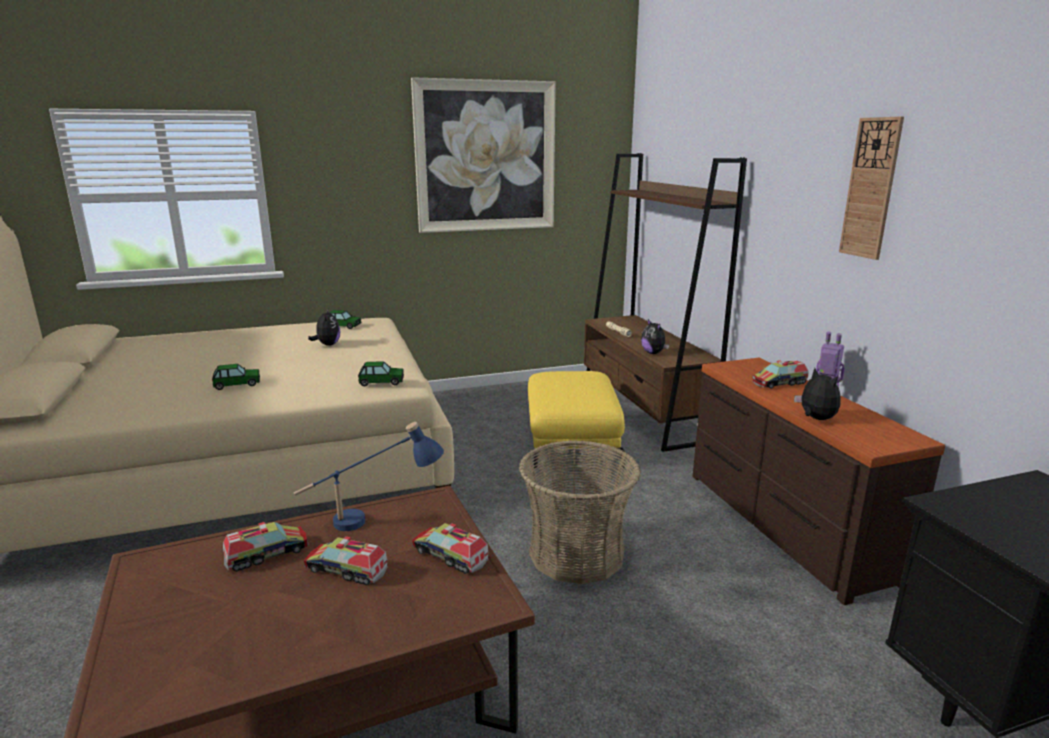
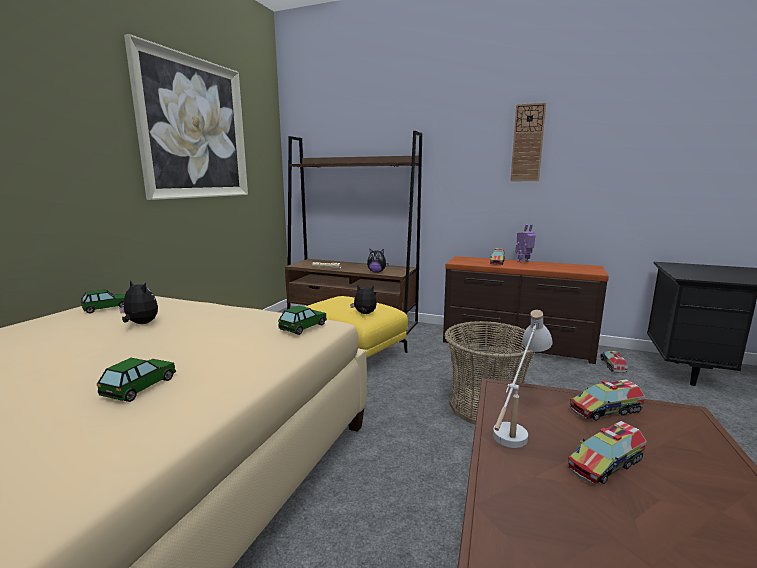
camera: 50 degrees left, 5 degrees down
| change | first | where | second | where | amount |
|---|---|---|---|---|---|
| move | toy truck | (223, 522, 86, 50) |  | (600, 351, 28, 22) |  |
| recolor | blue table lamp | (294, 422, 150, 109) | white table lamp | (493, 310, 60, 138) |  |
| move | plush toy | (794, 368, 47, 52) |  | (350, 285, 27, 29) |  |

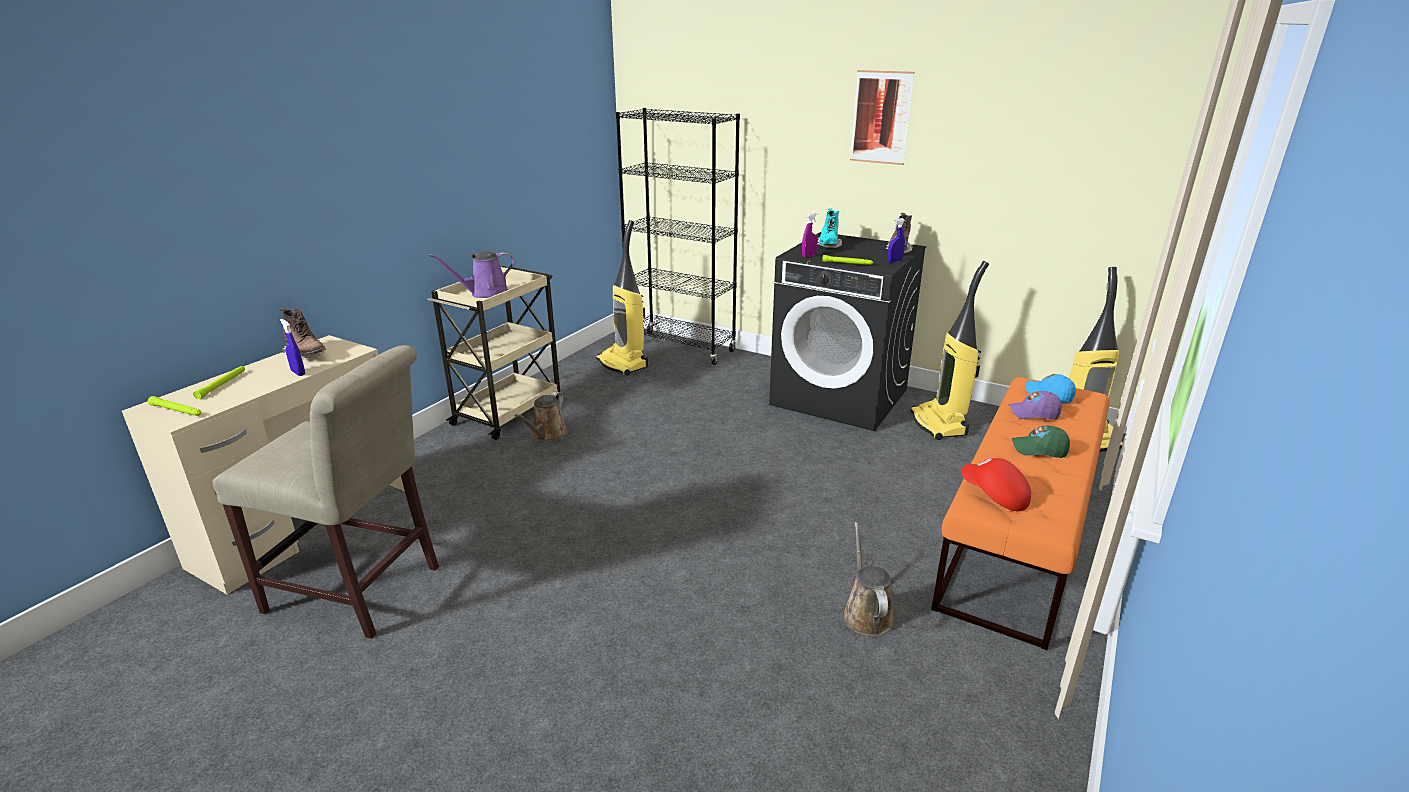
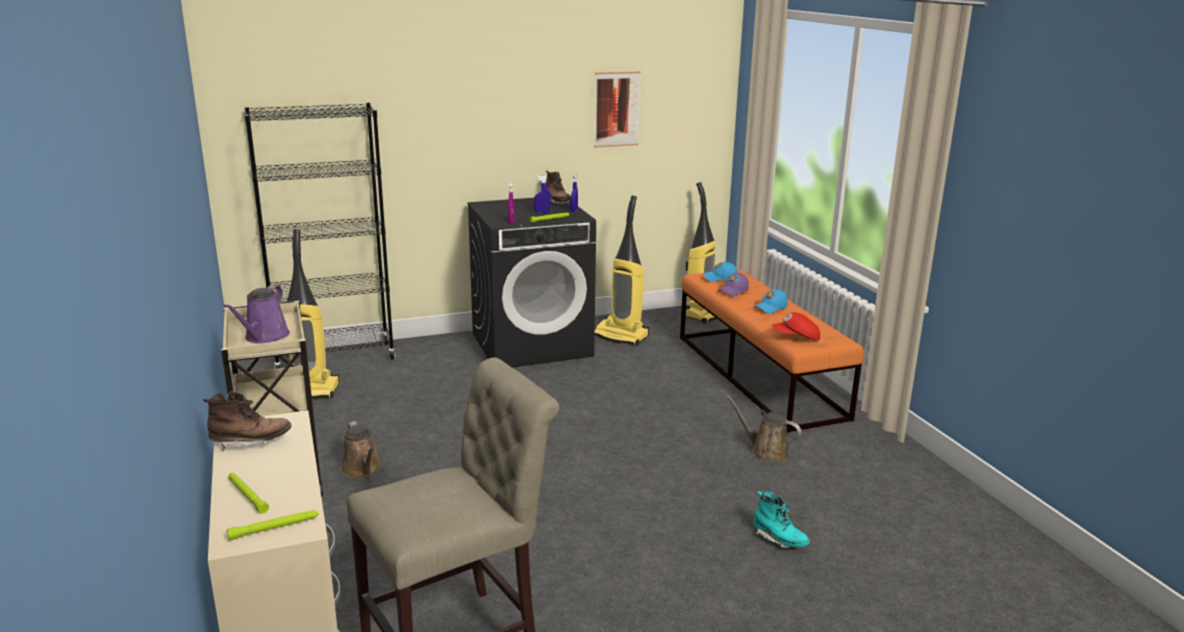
camera: 50 degrees left, 5 degrees down
| change | first | where | second | where | amount |
|---|---|---|---|---|---|
| move | blue spray bottle | (280, 319, 25, 57) |  | (534, 175, 17, 38) |  |
| move | turquoise boot | (817, 208, 25, 40) |  | (754, 491, 56, 56) |  |
| move | picture | (850, 70, 64, 95) |  | (594, 72, 47, 76) |  |
| recolor | green cap | (1012, 426, 58, 32) | blue cap | (753, 289, 35, 25) |  |

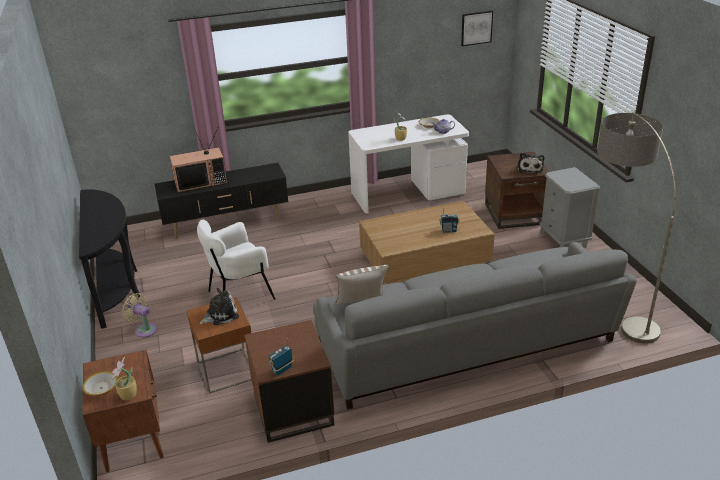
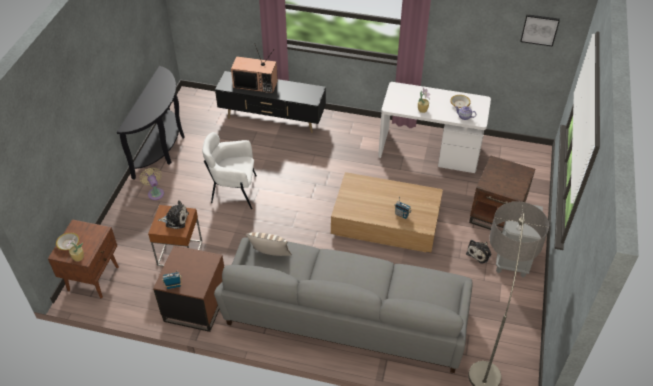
camera: 30 degrees right, 15 degrees up
| change | first | where | second | where | amount |
|---|---|---|---|---|---|
| move | plush toy | (518, 153, 26, 20) |  | (466, 240, 25, 24) |  |

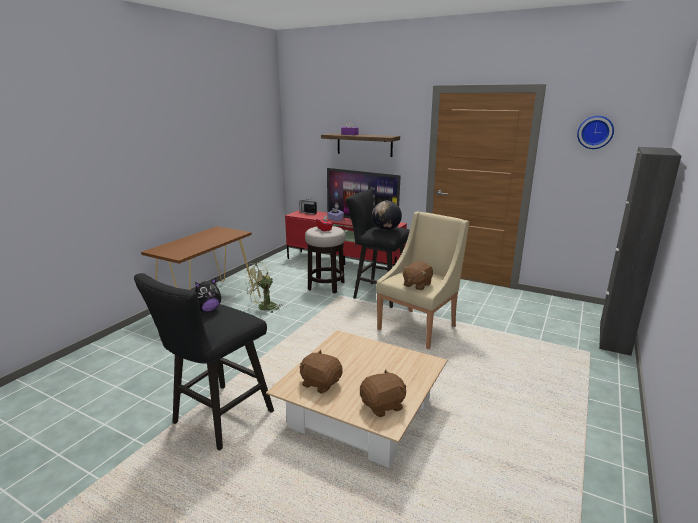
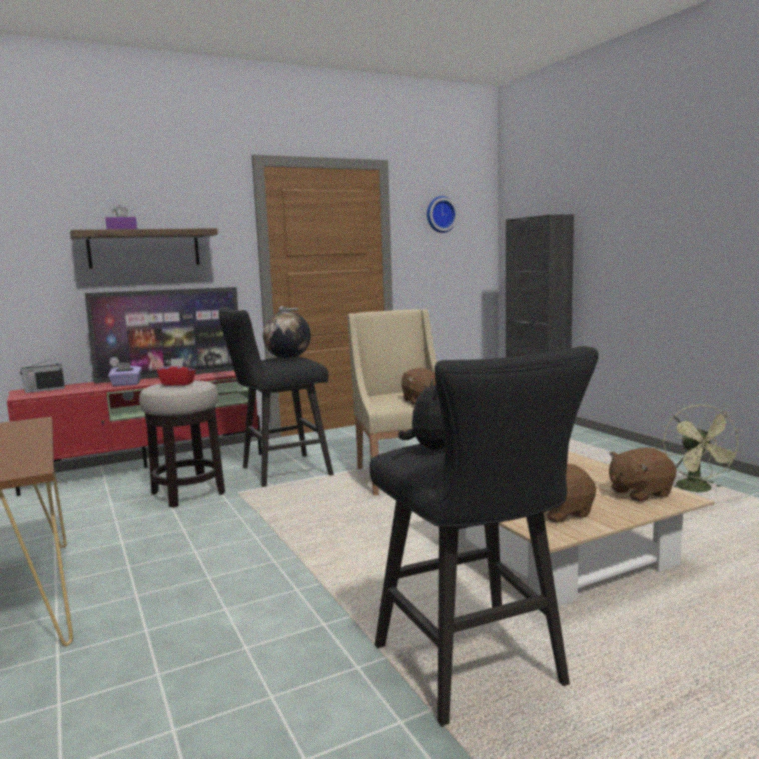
camera: 55 degrees left, 10 degrees down
| change | first | where | second | where | amount |
|---|---|---|---|---|---|
| move | green fan | (245, 262, 38, 51) |  | (663, 404, 80, 88) |  |
| rotate | brown plush toy | (360, 369, 46, 48) |  | (609, 448, 67, 54) | 120 degrees counterclockwise |

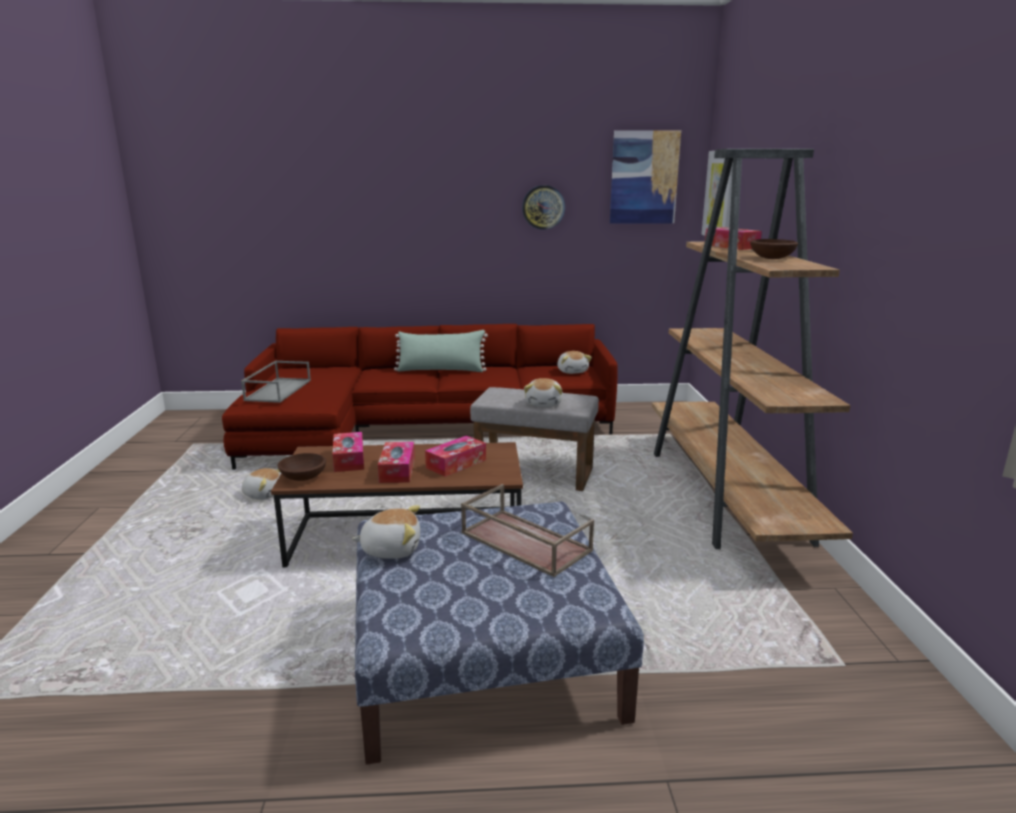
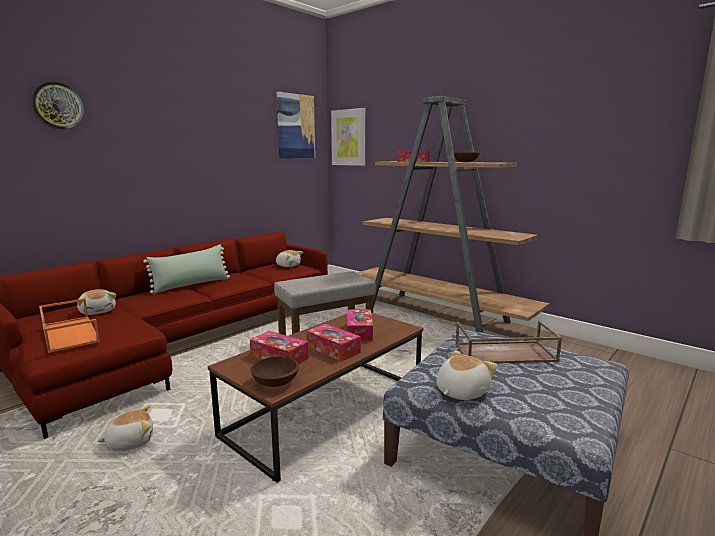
camera: 45 degrees left, 5 degrees down
| change | first | where | second | where | amount |
|---|---|---|---|---|---|
| recolor | grey tray | (241, 361, 70, 42) | orange tray | (39, 299, 61, 54) |  |
| move | wall clock | (522, 185, 43, 45) |  | (31, 81, 53, 49) |  |
| move | plush toy | (524, 378, 39, 29) |  | (77, 289, 39, 26) |  |

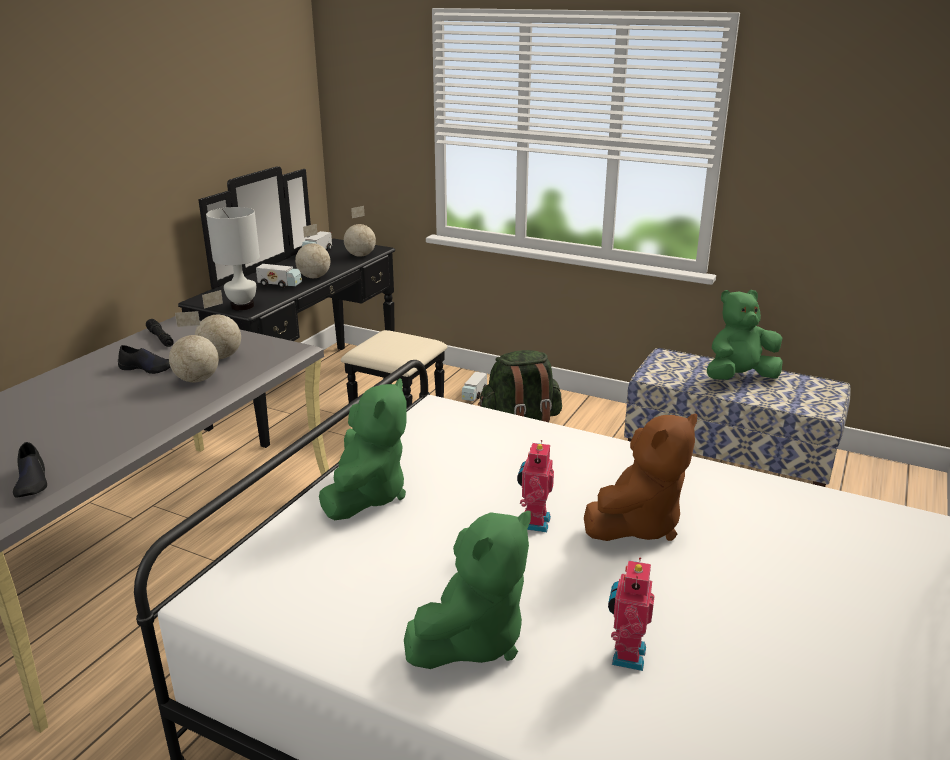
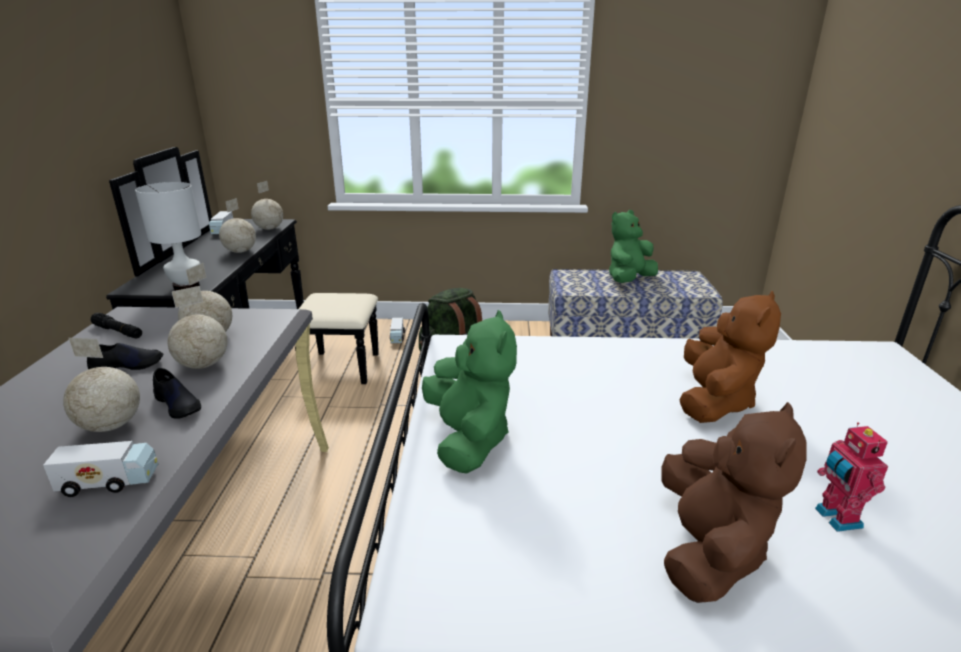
camera: 25 degrees left, 0 degrees up
| change | first | where | second | where | amount |
|---|---|---|---|---|---|
| move | black shoe | (13, 442, 34, 56) |  | (153, 368, 48, 51) |  |
| move | toy truck | (256, 264, 46, 24) |  | (43, 441, 115, 56) |  |
| recolor | green plush toy | (404, 511, 127, 158) | brown plush toy | (661, 402, 146, 201) |  |
| delete | toy robot | (517, 440, 37, 92) |  |  |  |
| insert |  |  | globe | (63, 338, 77, 94) |  |

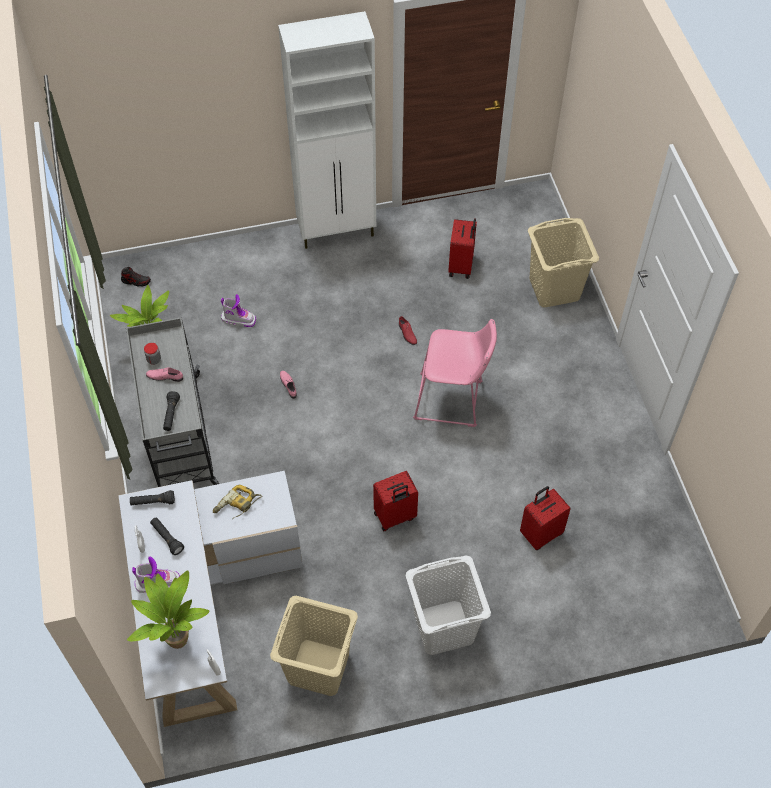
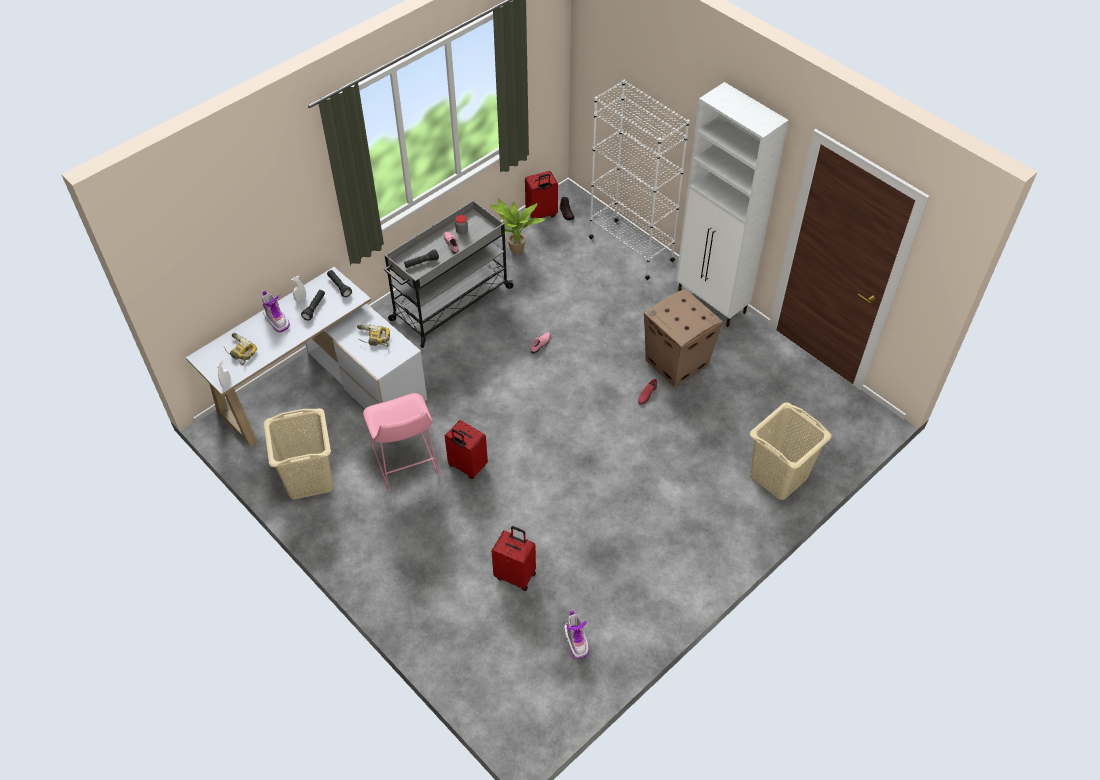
camera: 60 degrees right, 5 degrees down
| change | first | where | second | where | amount |
|---|---|---|---|---|---|
| replace | potted plant | (127, 570, 83, 79) | power drill | (224, 333, 33, 32) |  |
| move | boot | (221, 294, 35, 33) |  | (564, 610, 25, 49) |  |
| delete | white laundry basket | (406, 555, 85, 100) |  |  |  |
| move | pink stool | (413, 319, 84, 108) |  | (363, 393, 76, 98) |  |
| move | red suitcase | (448, 218, 29, 61) |  | (525, 171, 33, 48) |  |
| insert |  |  | white bookcase | (589, 79, 101, 201) |  |
| insert |  |  | cardboard box | (644, 289, 79, 98) |  |

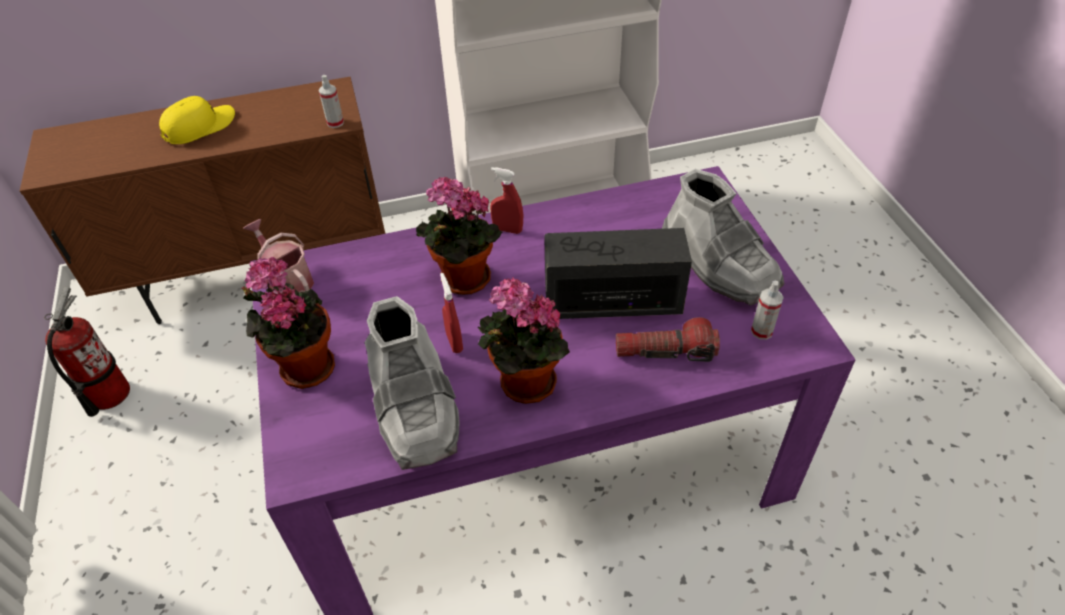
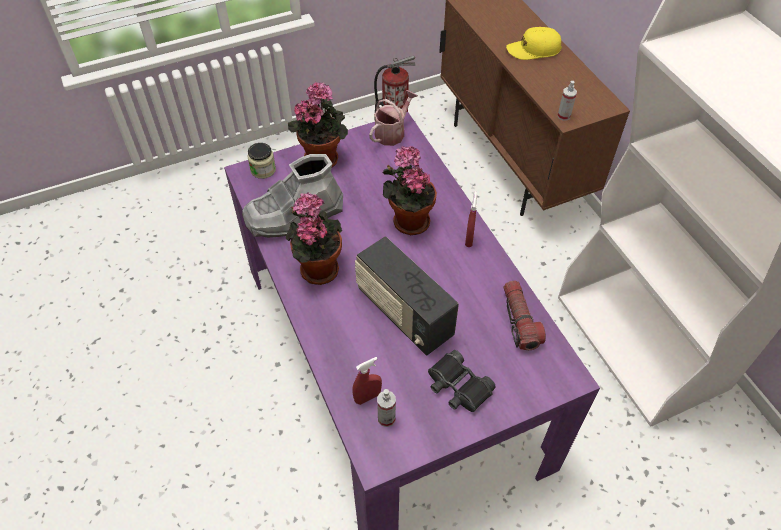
camera: 80 degrees right, 5 degrees up
| change | first | where | second | where | amount |
|---|---|---|---|---|---|
| rotate | yellow cap | (159, 96, 76, 48) |  | (506, 27, 56, 33) | 135 degrees clockwise |
| move | red spray bottle | (440, 273, 23, 80) |  | (352, 357, 30, 48) |  |
| rotate | radio | (544, 228, 148, 91) |  | (355, 236, 104, 120) | 150 degrees clockwise |
| move | flashlight | (616, 317, 104, 45) |  | (503, 280, 43, 70) |  |
| replace | grey boot | (662, 169, 123, 137) | black binoculars | (428, 350, 68, 62) |  |
| insert |  |  | jar | (248, 143, 28, 36) |  |

